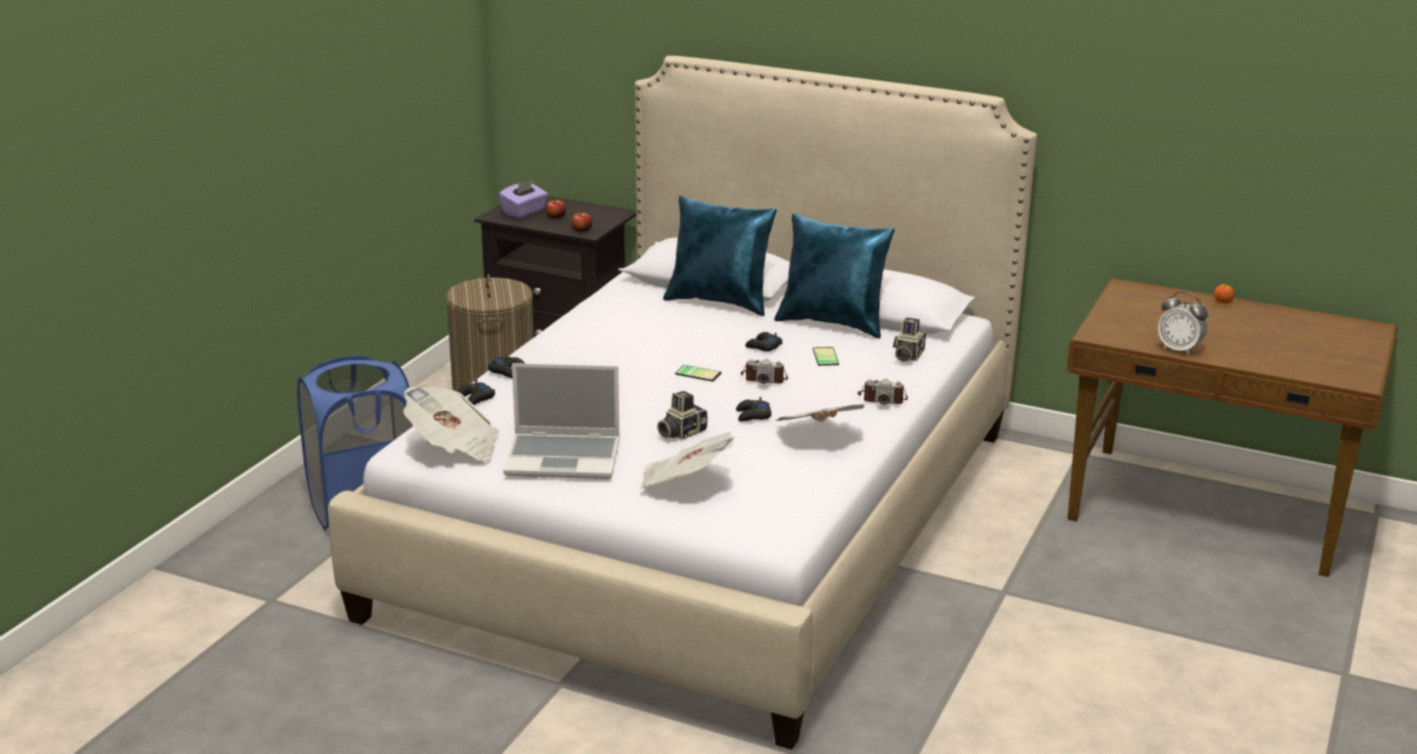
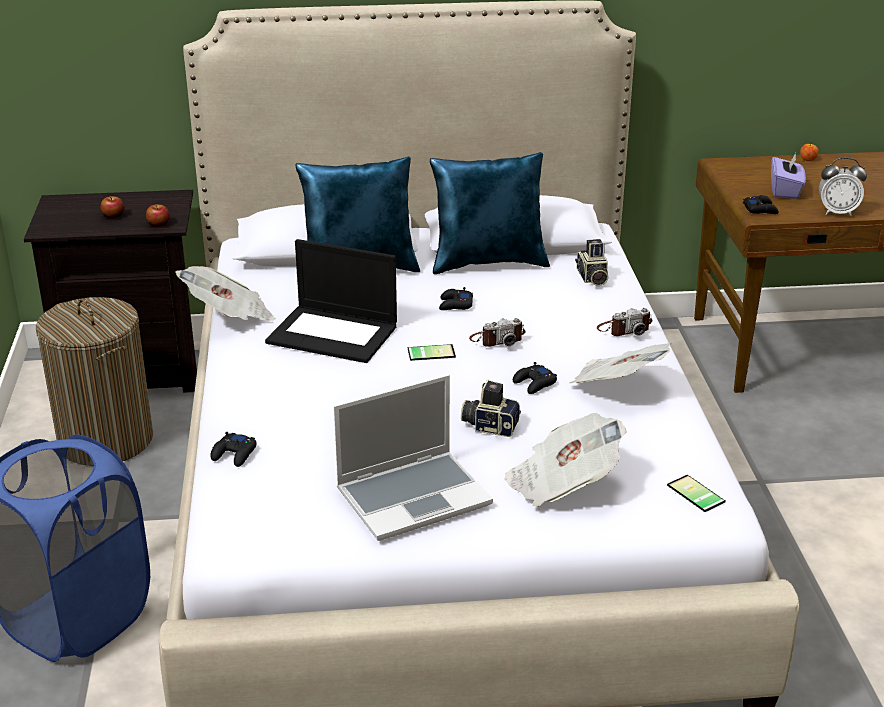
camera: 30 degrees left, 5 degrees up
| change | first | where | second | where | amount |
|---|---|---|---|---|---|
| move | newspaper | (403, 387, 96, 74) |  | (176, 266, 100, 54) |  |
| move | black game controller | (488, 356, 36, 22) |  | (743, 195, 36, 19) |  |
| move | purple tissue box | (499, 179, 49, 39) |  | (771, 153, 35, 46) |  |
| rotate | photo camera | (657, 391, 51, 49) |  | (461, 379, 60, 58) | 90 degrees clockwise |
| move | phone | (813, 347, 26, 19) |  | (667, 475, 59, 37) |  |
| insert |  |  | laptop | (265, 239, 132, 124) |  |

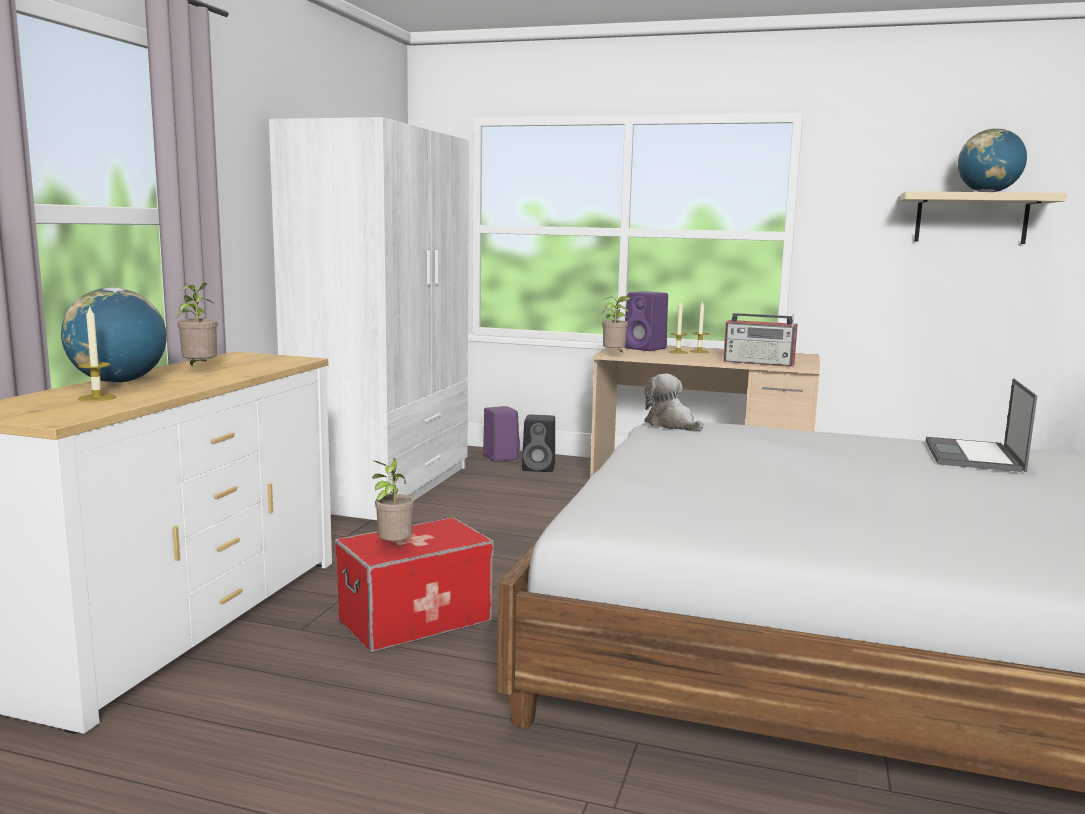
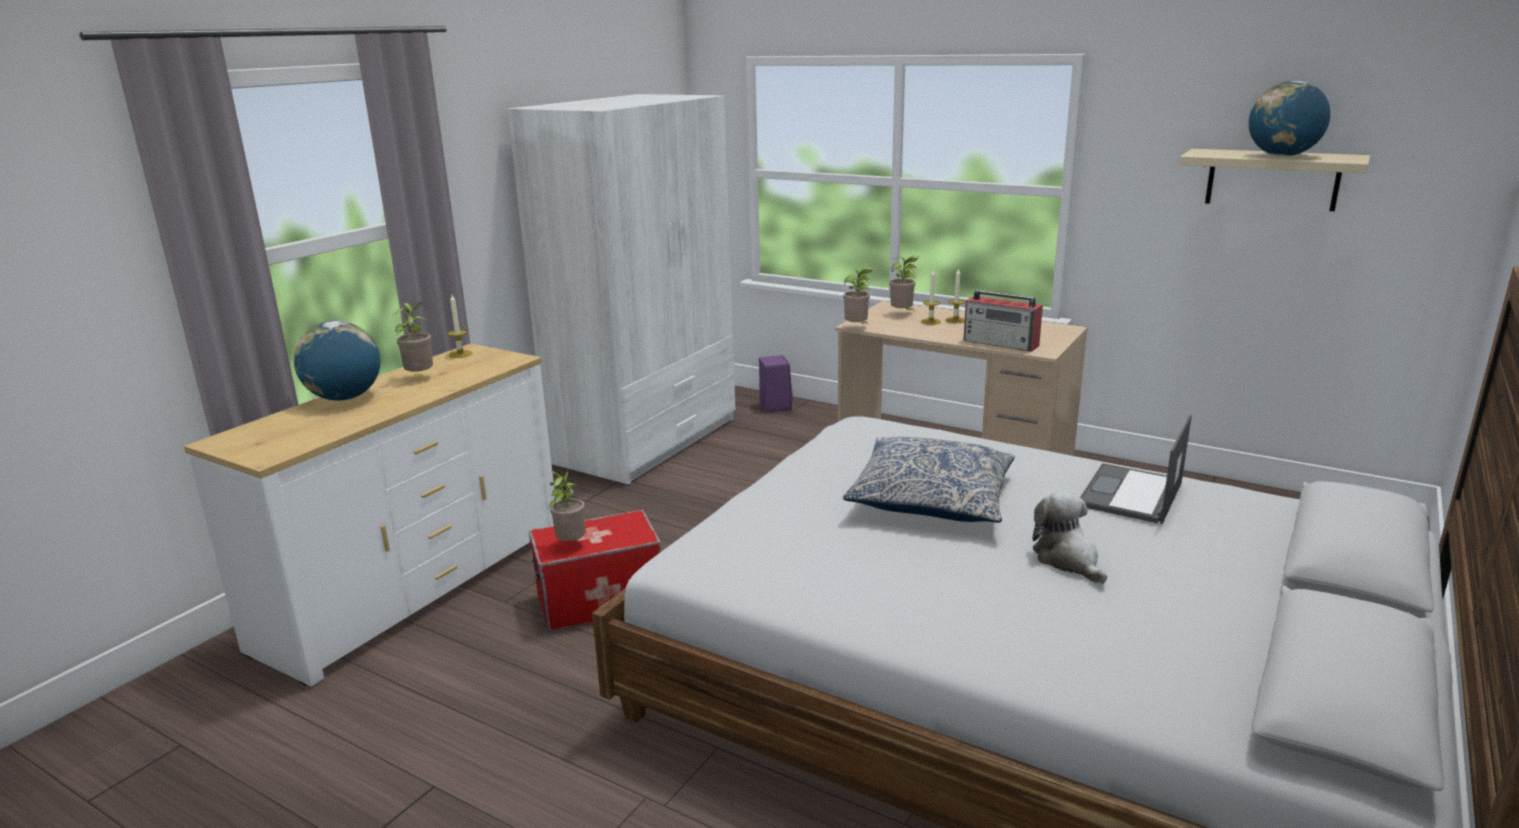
camera: 15 degrees right, 10 degrees up
| change | first | where | second | where | amount |
|---|---|---|---|---|---|
| move | candle | (78, 305, 38, 96) |  | (447, 295, 25, 63) |  |
| delete | black speaker | (522, 415, 33, 57) |  |  |  |
| replace | purple speaker | (624, 291, 44, 60) | potted plant | (890, 256, 30, 54) |  |
| move | plush toy | (644, 374, 59, 58) |  | (1033, 492, 74, 92) |  |
| insert |  |  | pillow | (843, 437, 172, 86) |  |

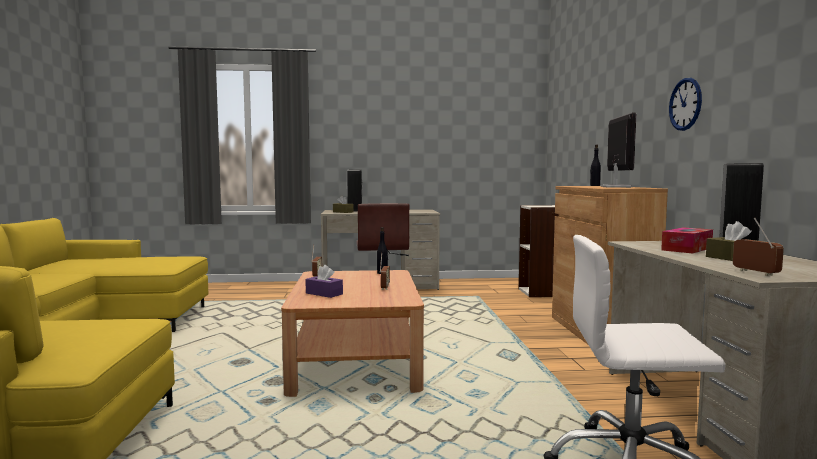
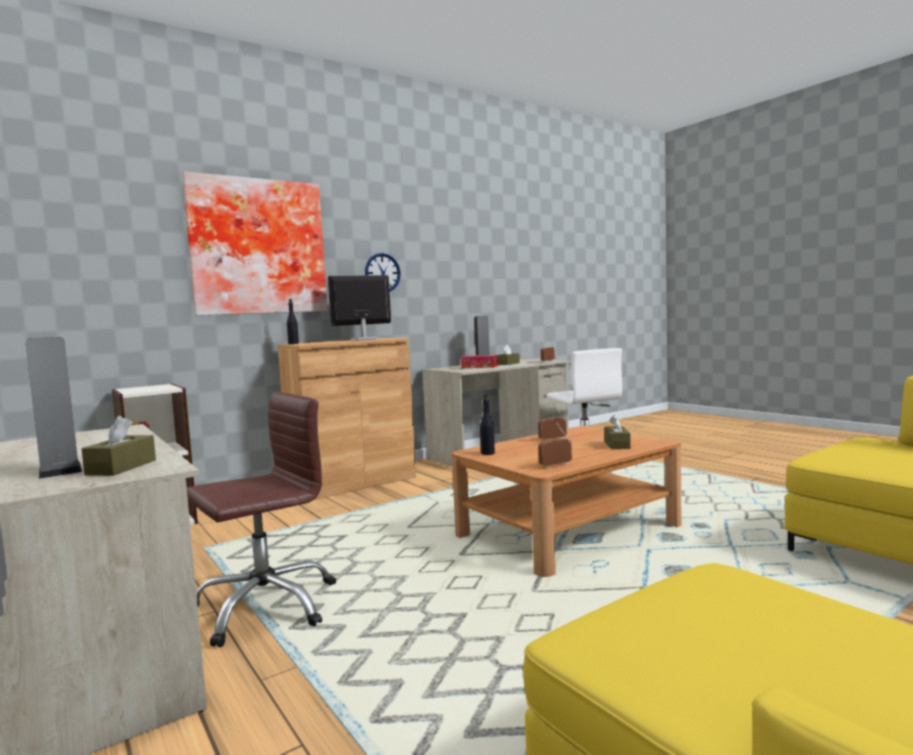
camera: 120 degrees left, 0 degrees up
| change | first | where | second | where | amount |
|---|---|---|---|---|---|
| recolor | purple tissue box | (305, 265, 38, 33) | brown tissue box | (604, 415, 27, 34) |  |
| insert |  |  | picture | (182, 172, 146, 144) |  |

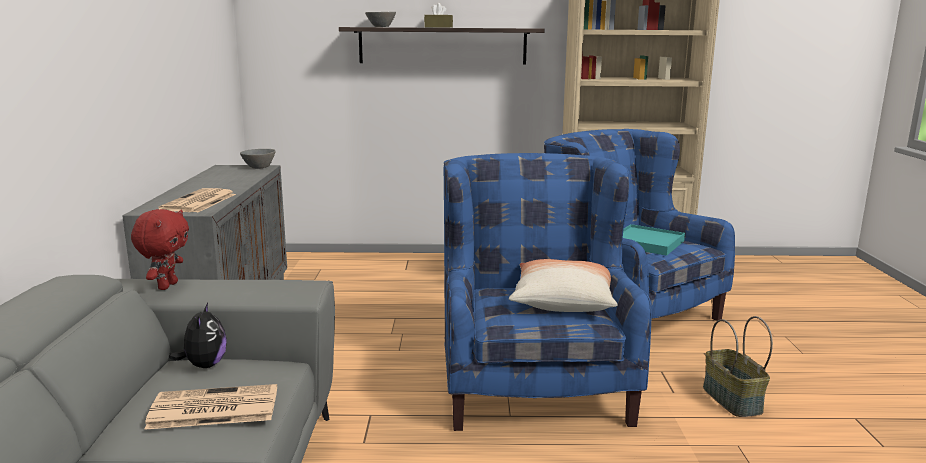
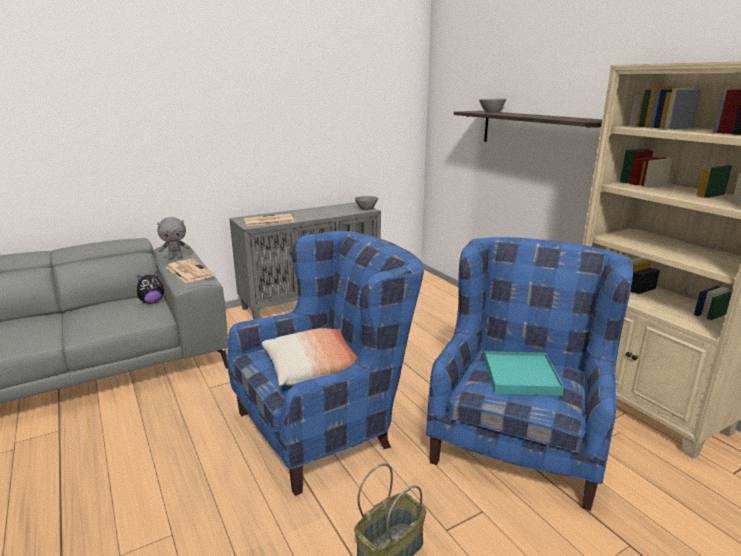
camera: 60 degrees right, 5 degrees up
| change | first | where | second | where | amount |
|---|---|---|---|---|---|
| recolor | red plush toy | (131, 209, 58, 81) | grey plush toy | (157, 217, 33, 43) |  |
| move | newspaper | (144, 384, 133, 46) |  | (166, 259, 49, 24) |  |
| delete | brown tissue box | (424, 3, 29, 25) |  |  |  |

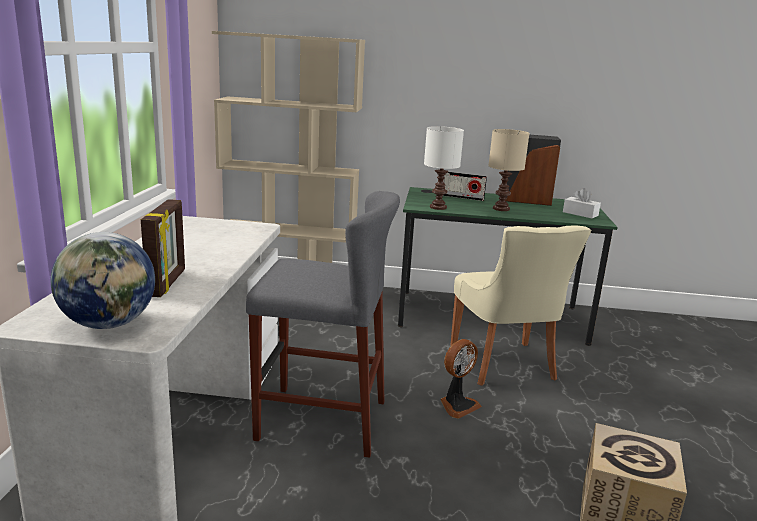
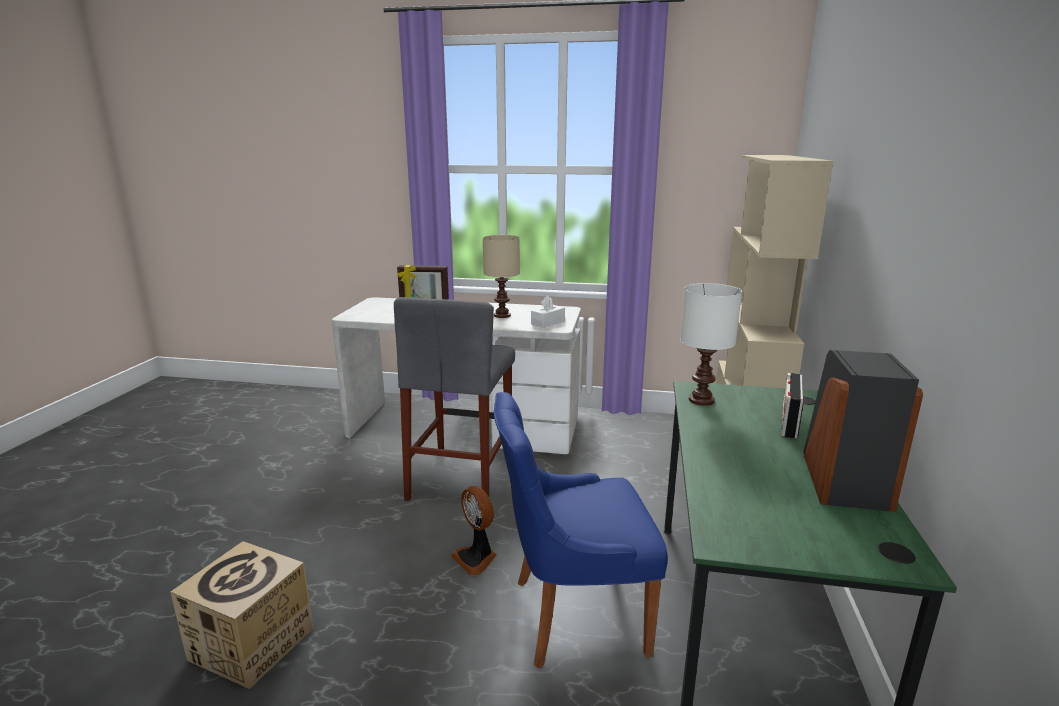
camera: 95 degrees right, 0 degrees up
| change | first | where | second | where | amount |
|---|---|---|---|---|---|
| delete | globe | (51, 232, 104, 97) |  |  |  |
| recolor | beige chair | (450, 225, 141, 161) | blue chair | (494, 392, 174, 276) |  |
| move | beige table lamp | (488, 129, 42, 82) |  | (483, 235, 37, 83) |  |
| move | white tissue box | (563, 188, 38, 30) |  | (531, 295, 34, 33) |  |

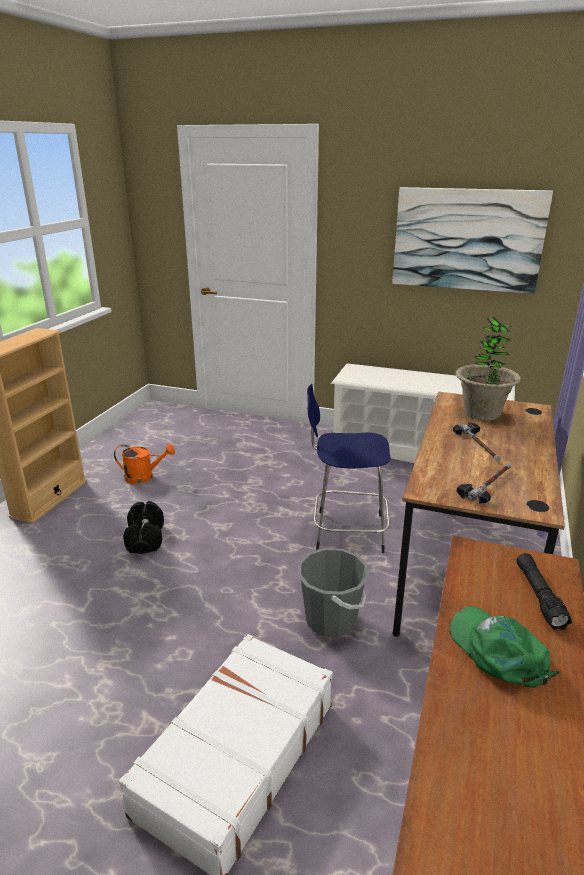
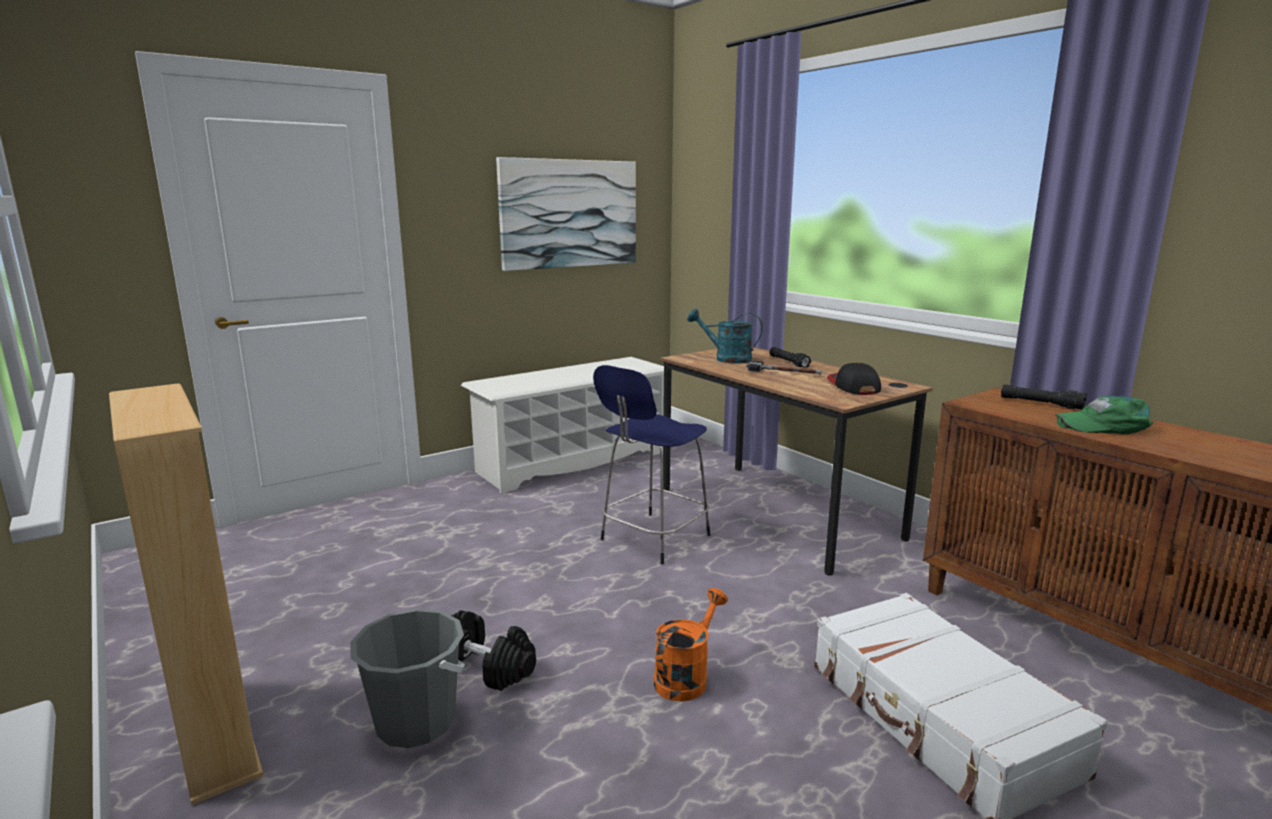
camera: 55 degrees left, 10 degrees down
| change | first | where | second | where | amount |
|---|---|---|---|---|---|
| move | orange watering can | (114, 444, 61, 40) |  | (654, 588, 74, 114) |  |
| move | grey bucket | (297, 548, 72, 90) |  | (350, 609, 115, 139) |  |
| replace | potted plant | (455, 317, 66, 103) | turquoise watering can | (687, 309, 76, 55) |  |
| replace | hammer | (457, 463, 55, 41) | cap | (827, 363, 54, 32) |  |
| insert |  |  | black flashlight | (770, 347, 41, 21) |  |

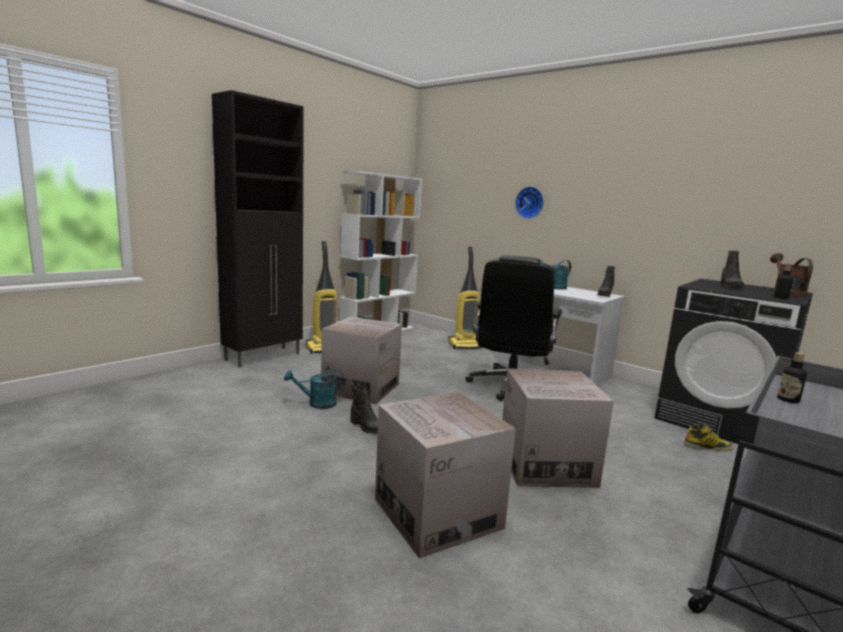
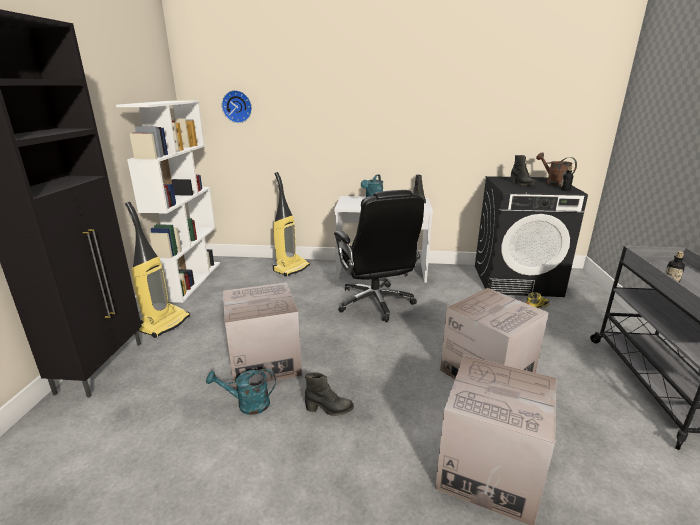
camera: 35 degrees left, 10 degrees up
| change | first | where | second | where | amount |
|---|---|---|---|---|---|
| rotate | turquoise watering can | (284, 369, 60, 40) |  | (206, 369, 70, 46) | 45 degrees clockwise |
| move | wall clock | (515, 186, 29, 33) |  | (222, 90, 30, 33) |  |

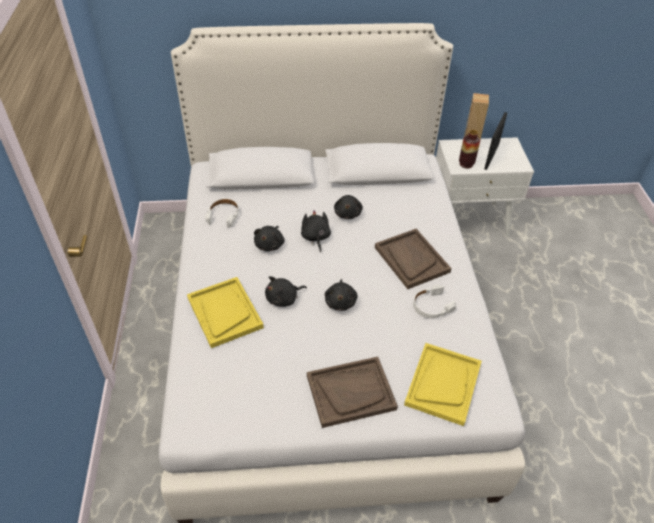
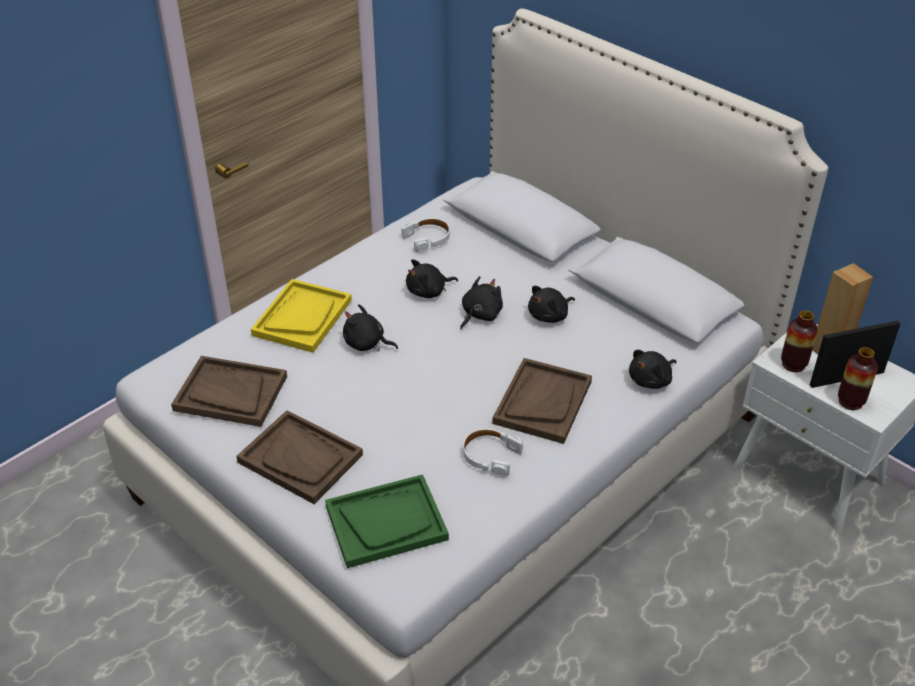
camera: 50 degrees right, 5 degrees down
| change | first | where | second | where | amount |
|---|---|---|---|---|---|
| move | black plush toy | (325, 279, 33, 32) |  | (629, 350, 48, 39) |  |
| recolor | yellow tray | (404, 343, 78, 83) | green tray | (325, 474, 124, 94) |  |
| insert |  |  | brown tray | (171, 356, 116, 71) |  |
| insert |  |  | vase | (838, 347, 40, 63) |  |

